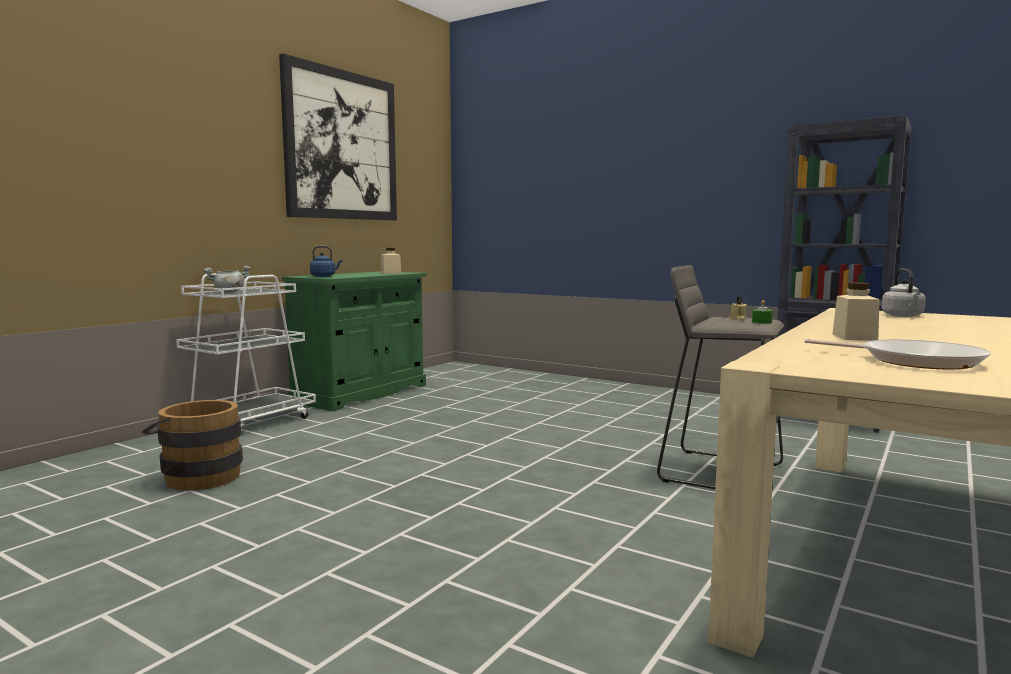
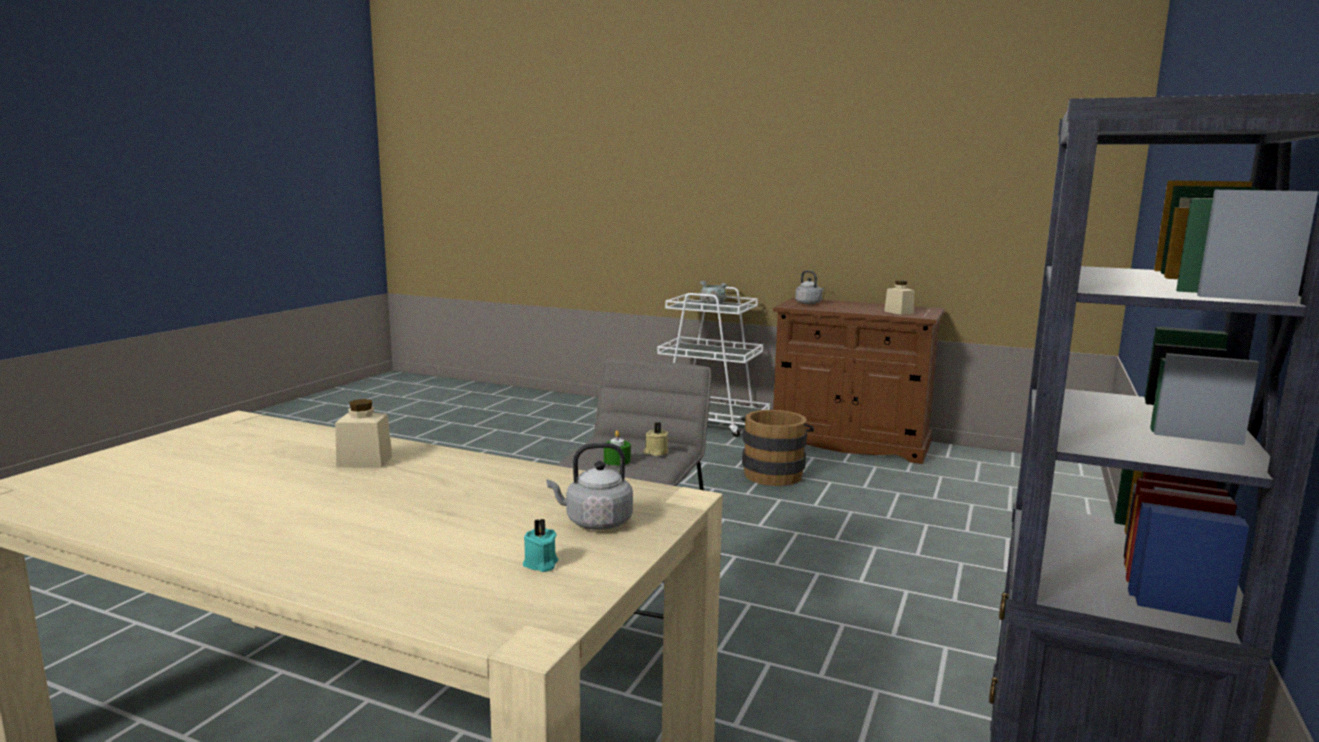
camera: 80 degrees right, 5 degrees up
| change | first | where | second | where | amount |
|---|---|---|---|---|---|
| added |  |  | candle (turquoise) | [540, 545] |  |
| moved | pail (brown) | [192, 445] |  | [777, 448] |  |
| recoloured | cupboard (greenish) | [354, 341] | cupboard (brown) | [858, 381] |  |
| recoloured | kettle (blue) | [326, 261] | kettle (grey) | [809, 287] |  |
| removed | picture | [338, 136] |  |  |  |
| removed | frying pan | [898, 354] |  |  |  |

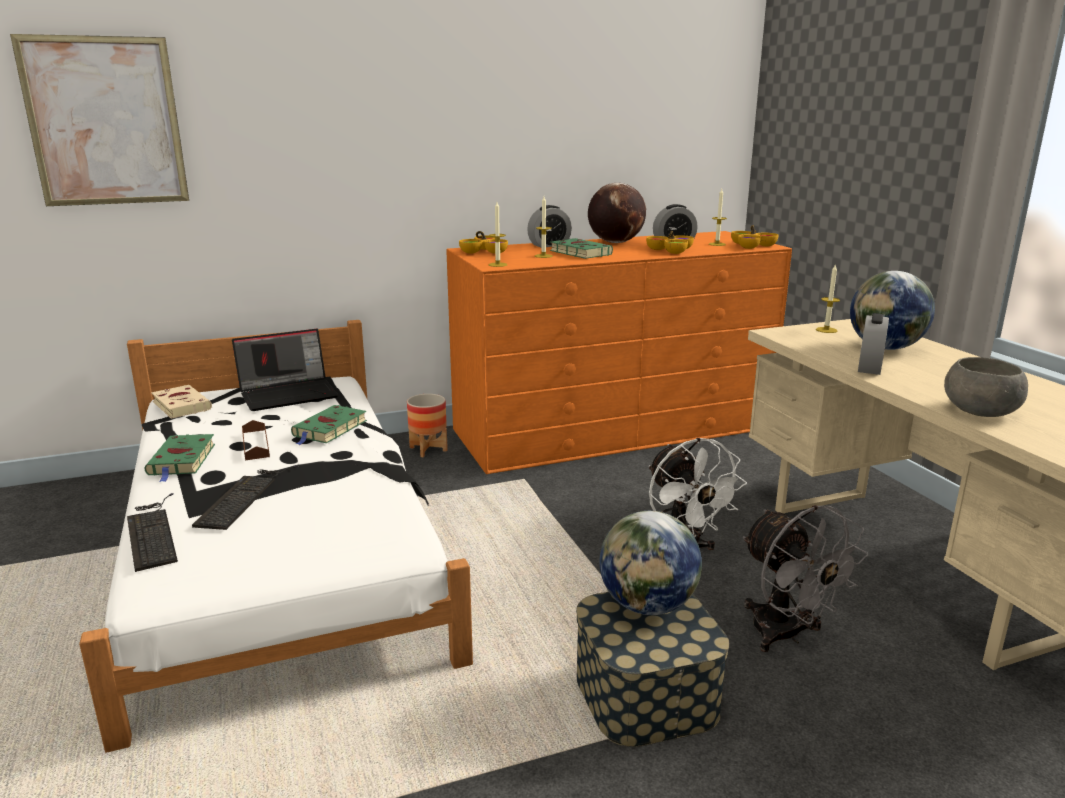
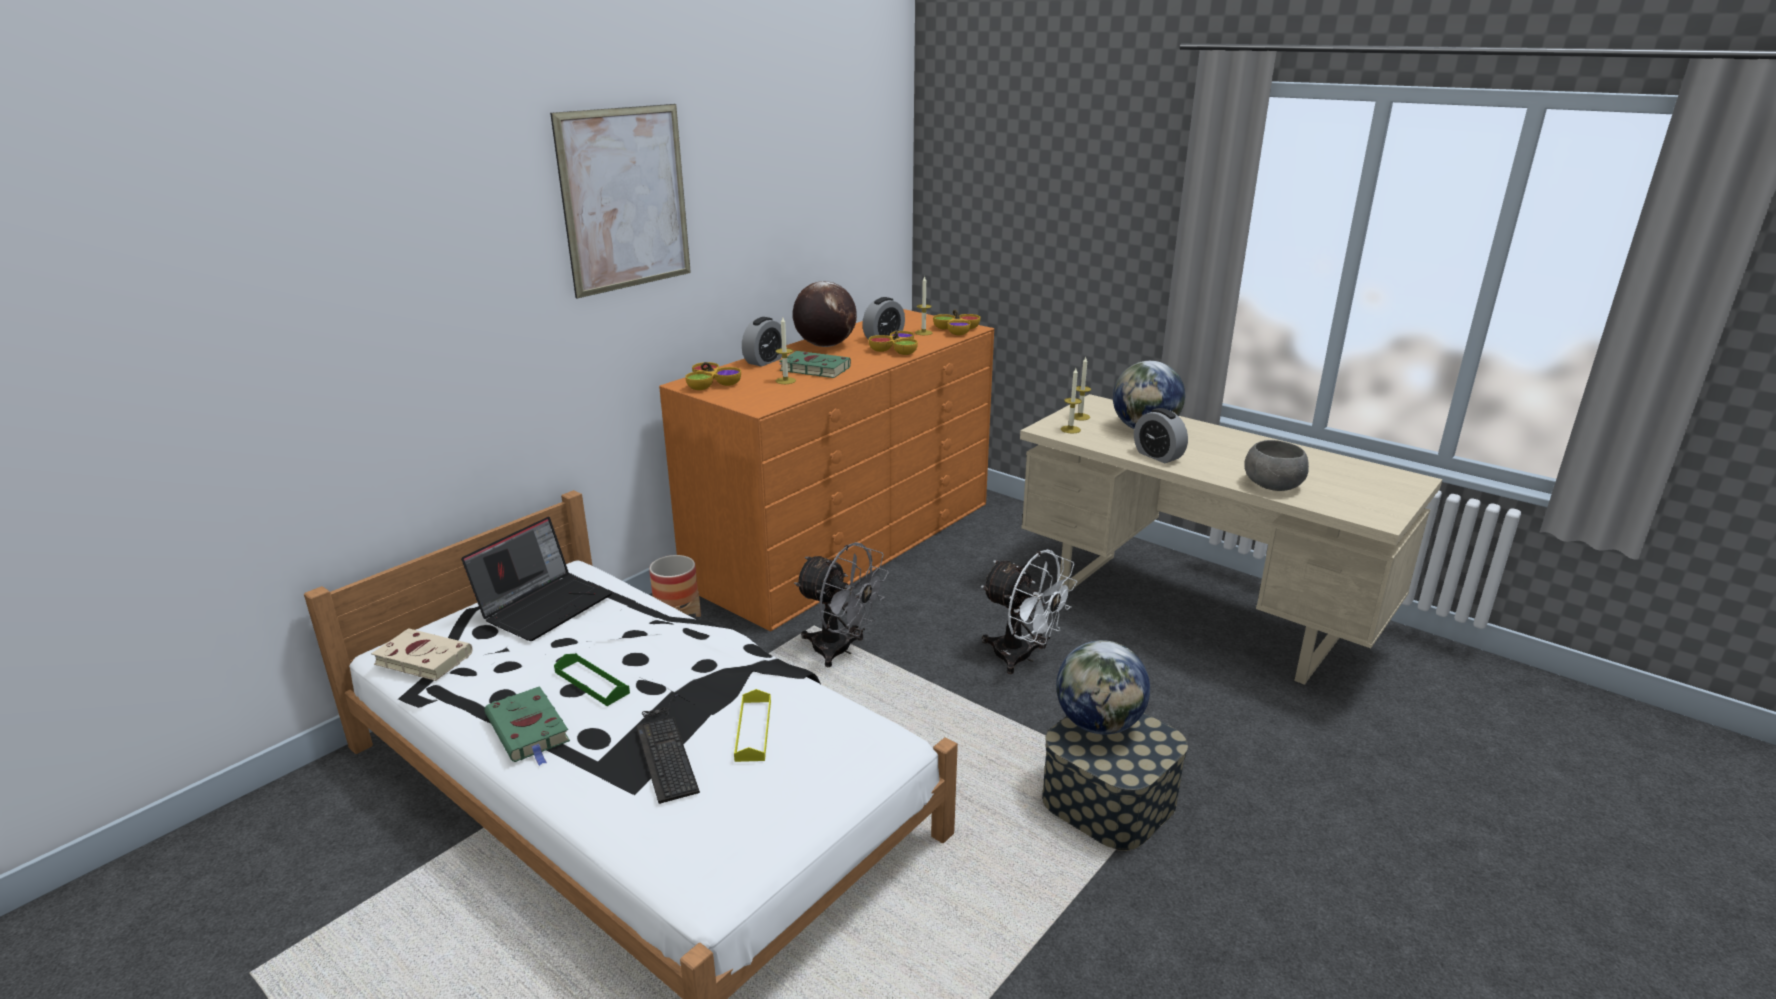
camera: 30 degrees left, 5 degrees up
| change | first | where | second | where | amount |
|---|---|---|---|---|---|
| moved | picture | [99, 120] |  | [620, 201] |  |
| recoloured | carrying tray (brown) | [256, 440] | carrying tray (greenish) | [592, 680] |  |
| added |  |  | carrying tray (yellow) | [752, 725] |  |
| moved | cooling fan (grey) | [805, 578] |  | [841, 604] |  |
| moved | candle | [497, 234] |  | [1071, 401] |  |
| turned | alarm clock | [873, 344] |  | [1161, 435] | 150 degrees clockwise |
| removed | keyboard | [152, 532] |  |  |  |
| removed | volume (greenish) | [329, 425] |  |  |  |

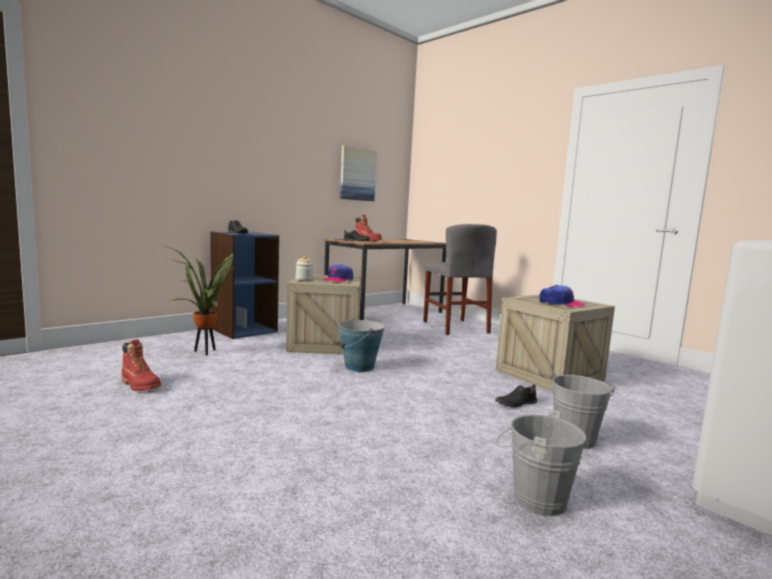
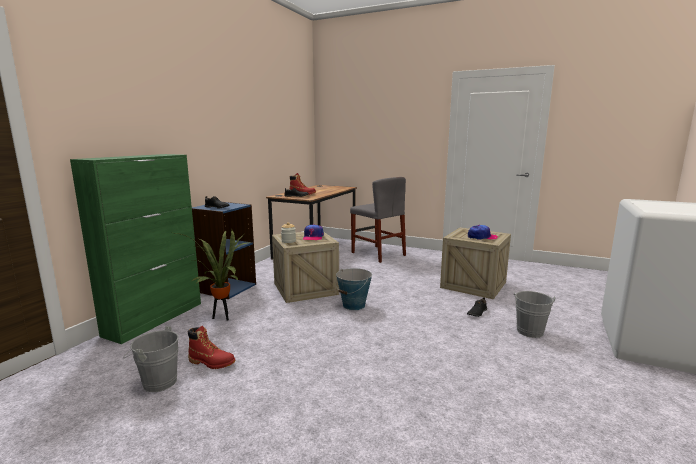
camera: 20 degrees left, 5 degrees up
| change | first | where | second | where | amount |
|---|---|---|---|---|---|
| added |  |  | cupboard (greenish) | [135, 249] |  |
| moved | pail (grey) | [541, 463] |  | [151, 359] |  |
| removed | picture | [358, 173] |  |  |  |

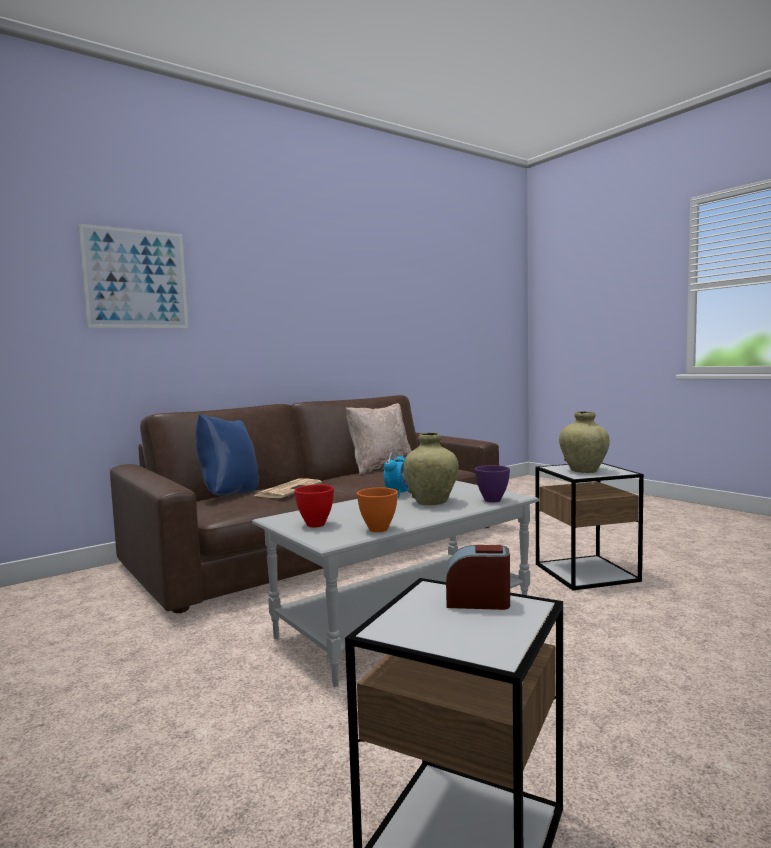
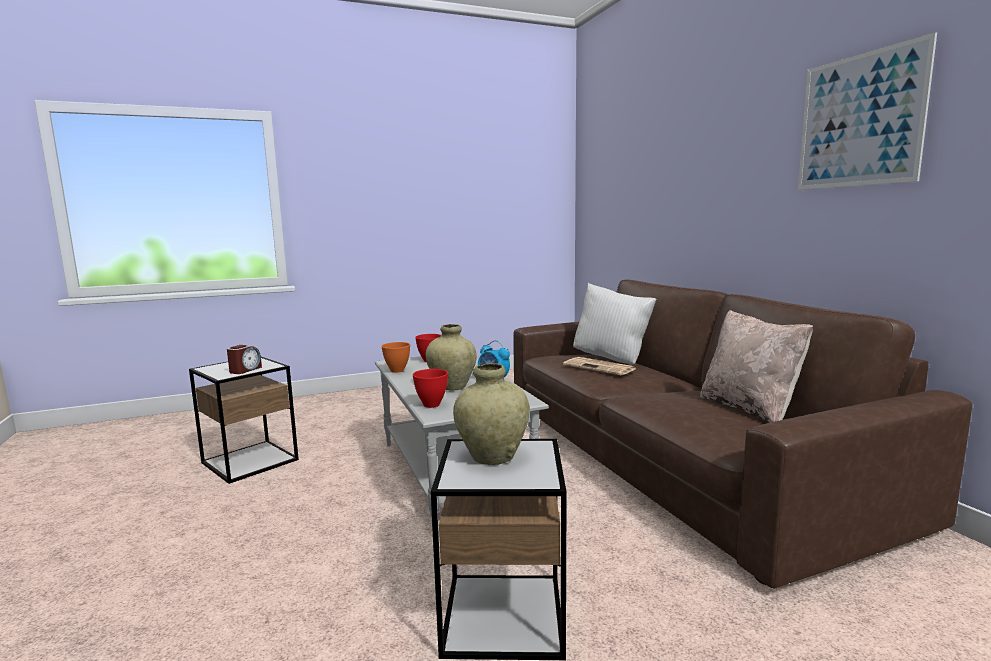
camera: 105 degrees right, 5 degrees up
| change | first | where | second | where | amount |
|---|---|---|---|---|---|
| recoloured | deep dish (purple-coloured) | [492, 483] | deep dish (reddish) | [430, 388] |  |
| recoloured | pillow (blue) | [227, 455] | pillow (white-coloured) | [615, 324] |  |
| moved | picture | [133, 276] |  | [867, 111] |  |

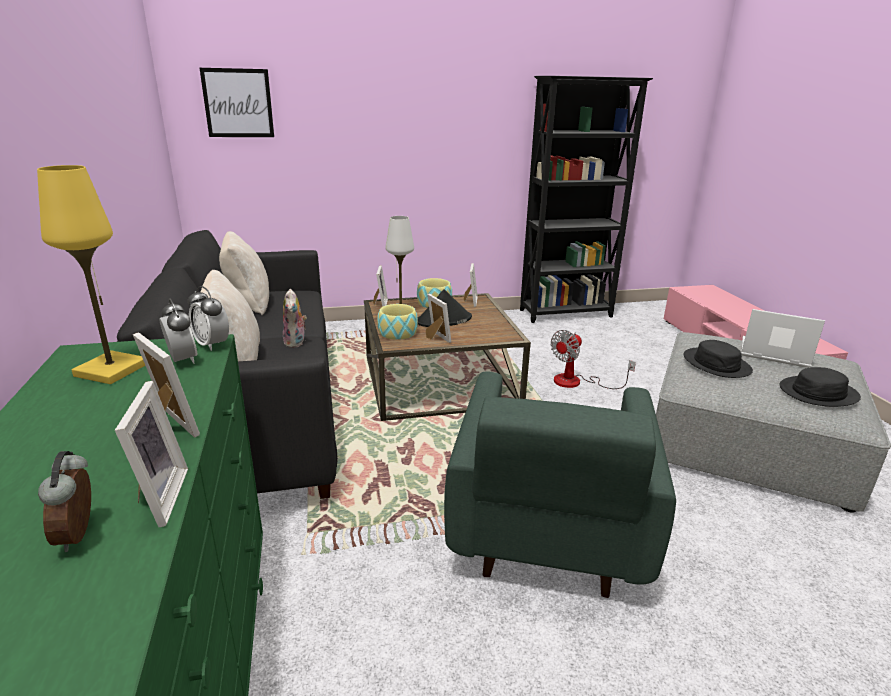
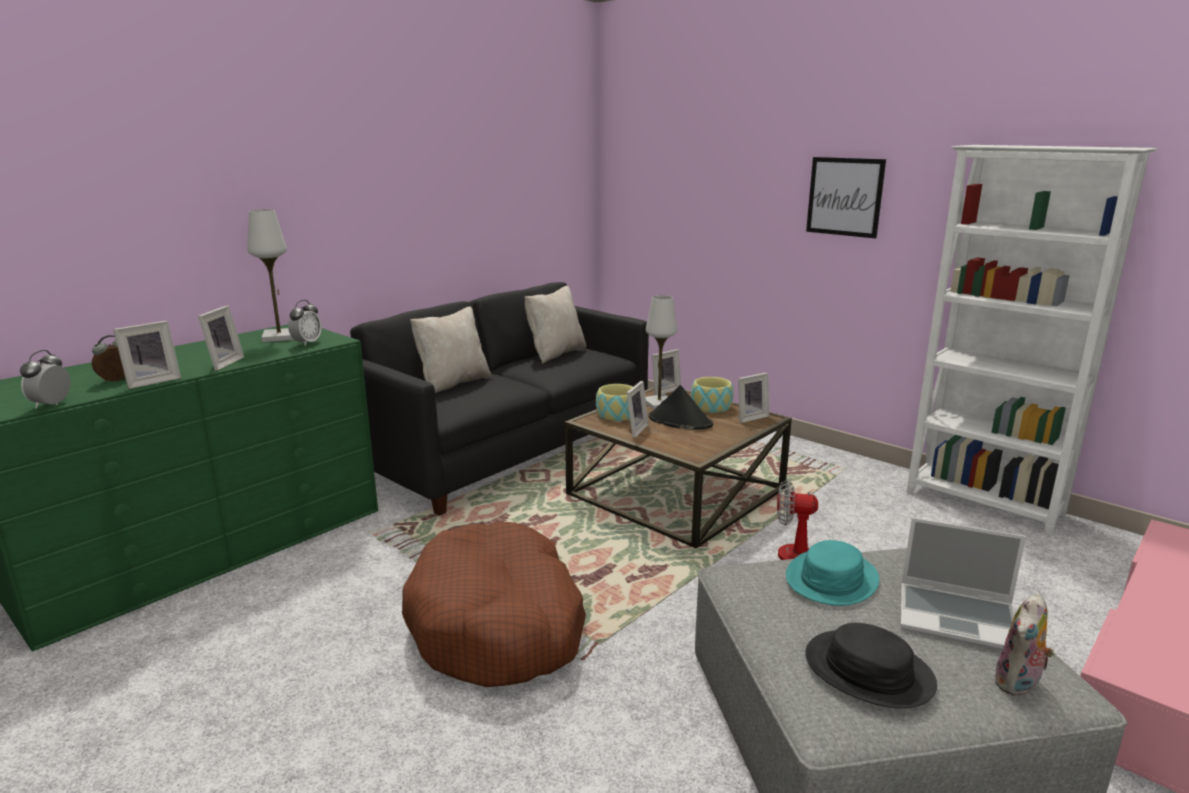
camera: 55 degrees right, 5 degrees down
| change | first | where | second | where | amount |
|---|---|---|---|---|---|
| moved | alarm clock | [208, 318] |  | [45, 379] |  |
| recoloured | tabletop lamp (yellow) | [91, 274] | tabletop lamp (white-coloured) | [270, 275] |  |
| replaced | lounge chair (greenish) | [560, 485] | dog bed (brown) | [494, 604] |  |
| recoloured | wearable hat (black) | [718, 359] | wearable hat (turquoise) | [832, 573] |  |
| moved | picture | [237, 102] |  | [846, 198] |  |
| turned | notebook computer | [783, 338] |  | [963, 584] | 120 degrees clockwise |
| recoloured | bookcase (black) | [586, 199] | bookcase (white-coloured) | [1031, 340] |  |
| moved | cuddly toy | [295, 318] |  | [1024, 644] |  |

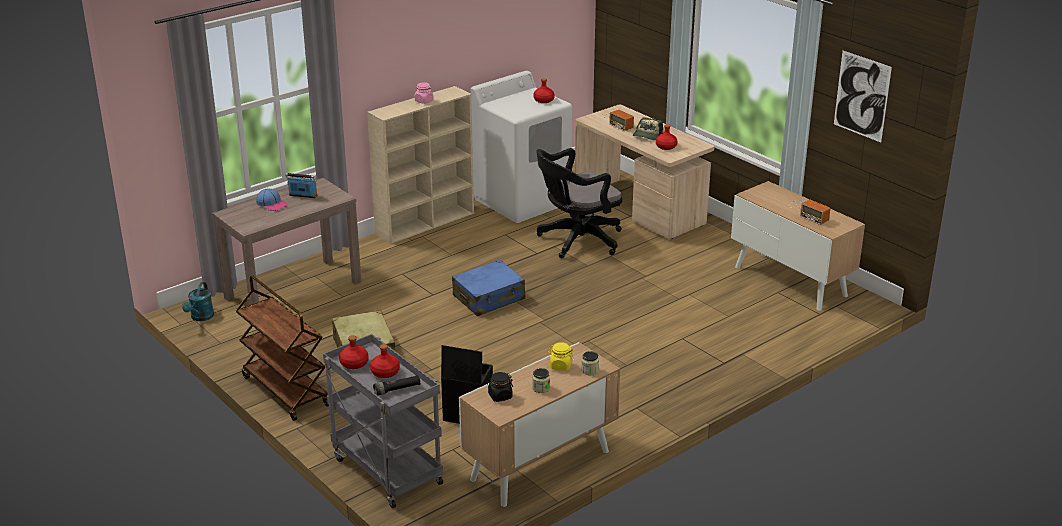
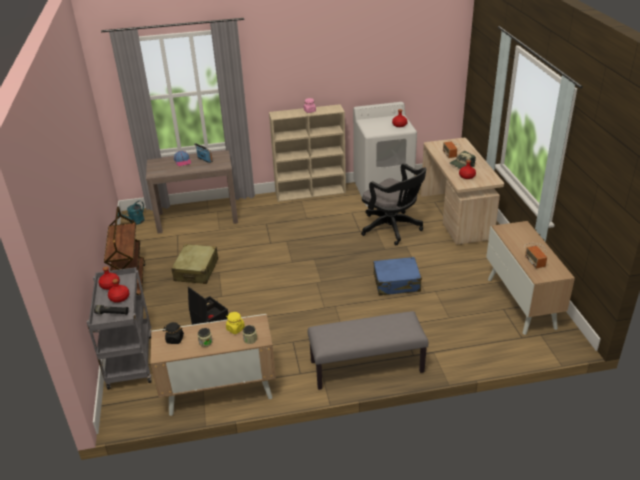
camera: 30 degrees right, 5 degrees up
| change | first | where | second | where | amount |
|---|---|---|---|---|---|
| added |  |  | bench (grey) | [368, 350] |  |
| turned | office chair (black) | [579, 203] |  | [393, 204] | 135 degrees counterclockwise |
| moved | travel case (blue) | [488, 288] |  | [398, 276] |  |
| removed | picture | [863, 96] |  |  |  |

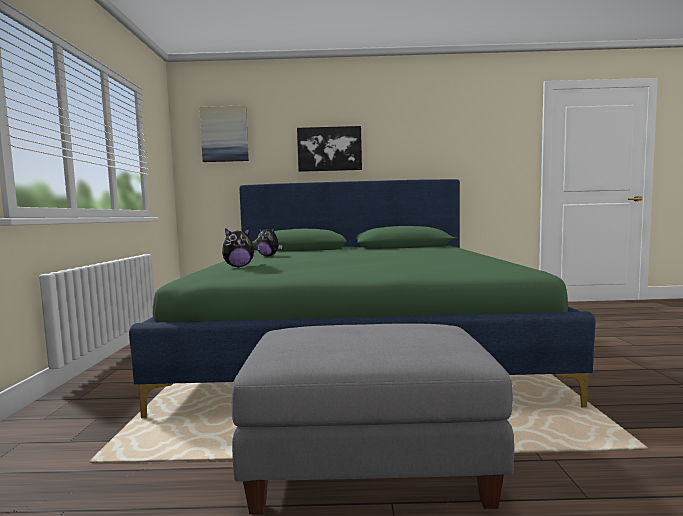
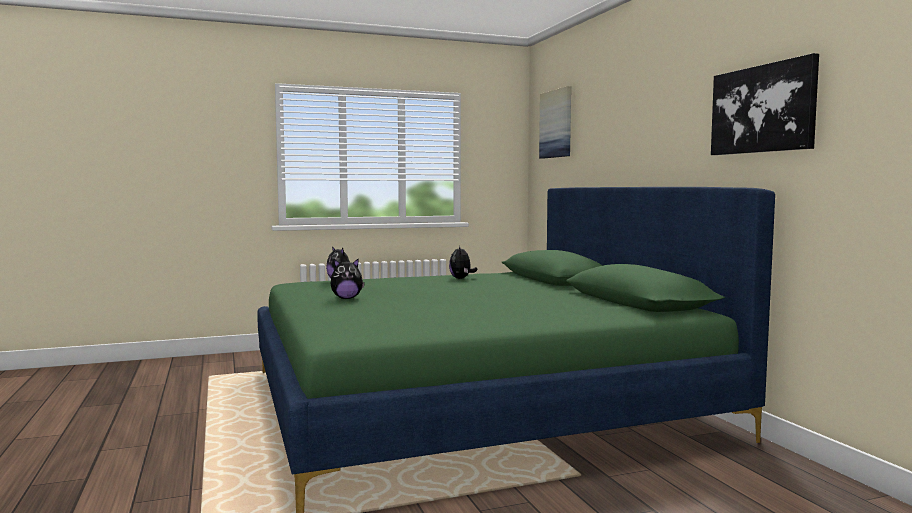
camera: 70 degrees right, 0 degrees up
| change | first | where | second | where | amount |
|---|---|---|---|---|---|
| added |  |  | cuddly toy | [347, 279] |  |
| moved | picture | [329, 149] |  | [765, 104] |  |
| removed | pouffe (grey) | [372, 418] |  |  |  |

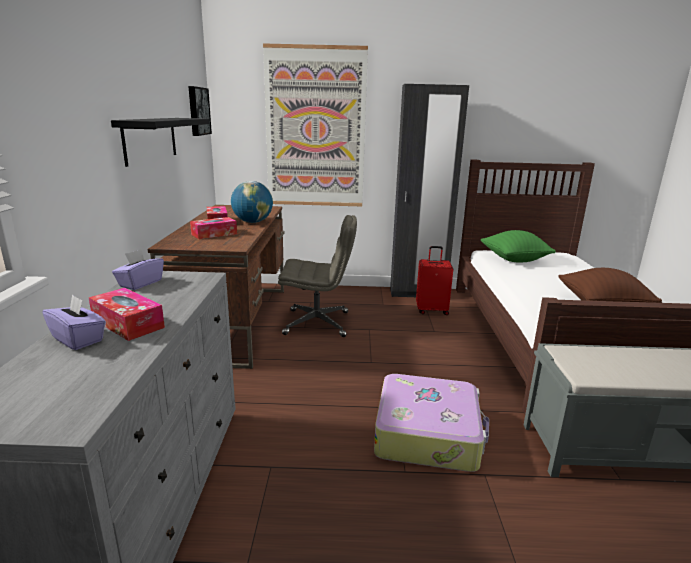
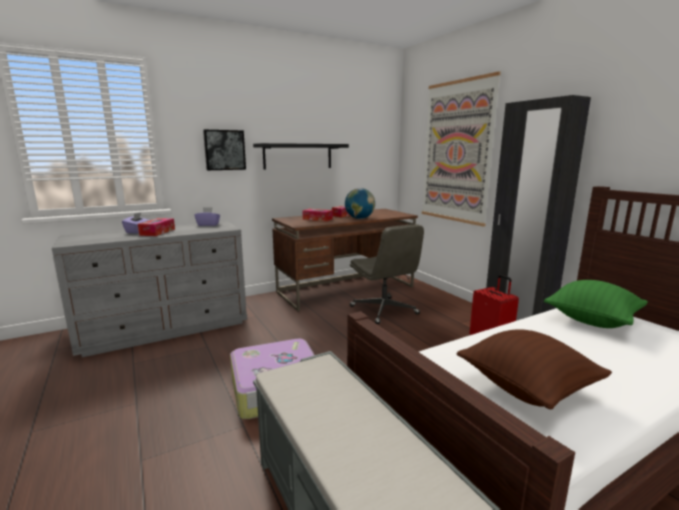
camera: 60 degrees right, 5 degrees down
| change | first | where | second | where | amount |
|---|---|---|---|---|---|
| moved | picture | [200, 111] |  | [224, 149] |  |

